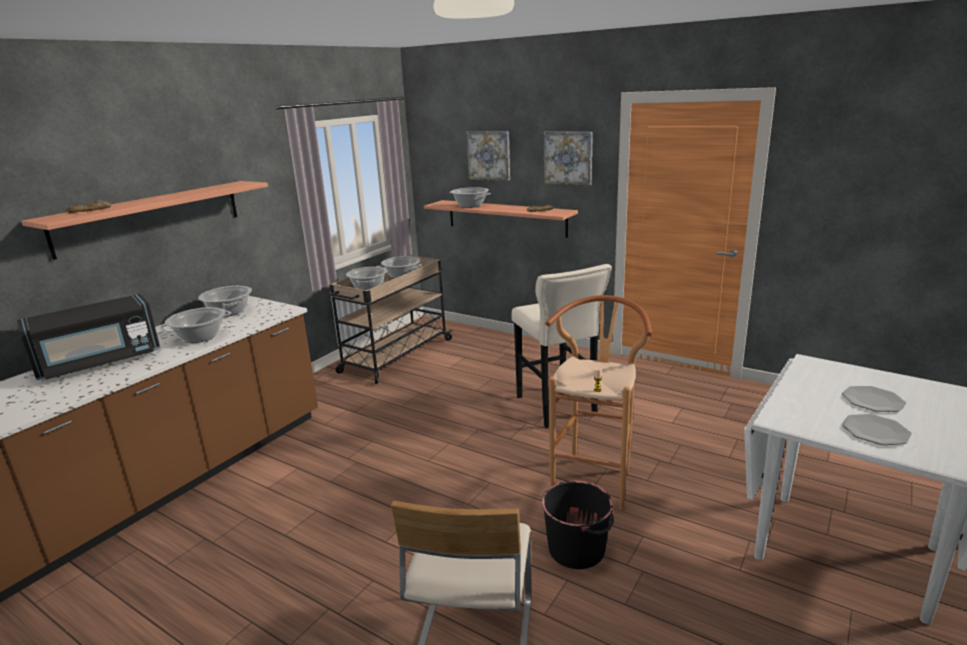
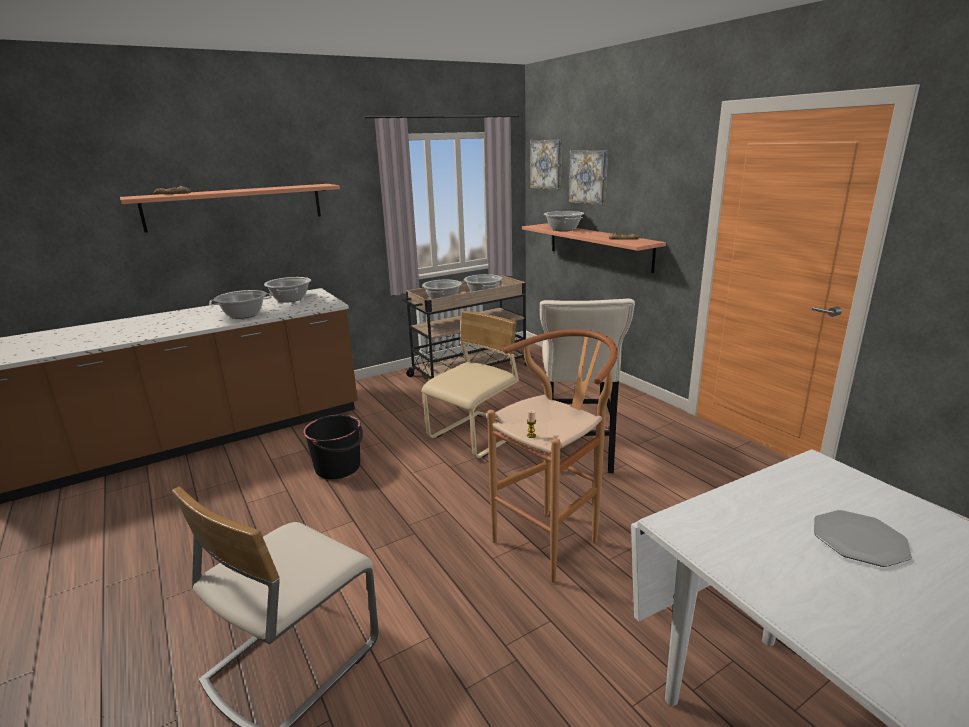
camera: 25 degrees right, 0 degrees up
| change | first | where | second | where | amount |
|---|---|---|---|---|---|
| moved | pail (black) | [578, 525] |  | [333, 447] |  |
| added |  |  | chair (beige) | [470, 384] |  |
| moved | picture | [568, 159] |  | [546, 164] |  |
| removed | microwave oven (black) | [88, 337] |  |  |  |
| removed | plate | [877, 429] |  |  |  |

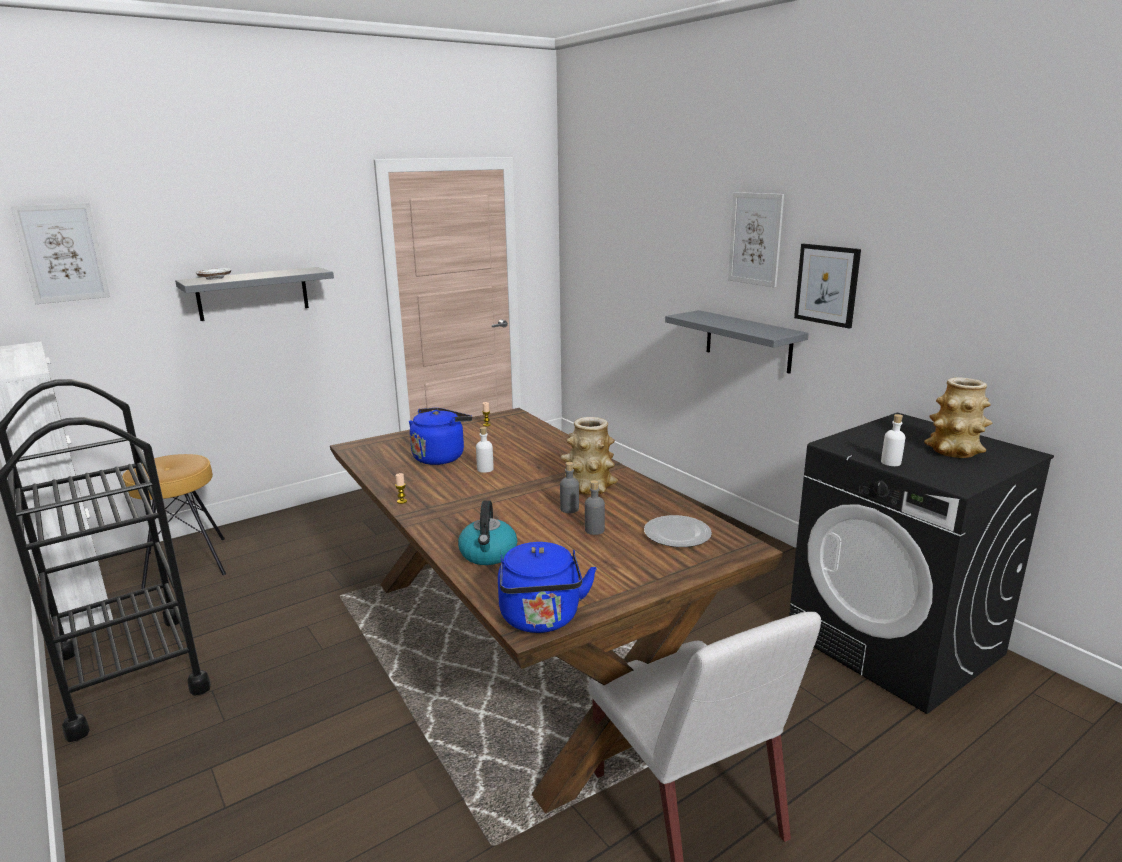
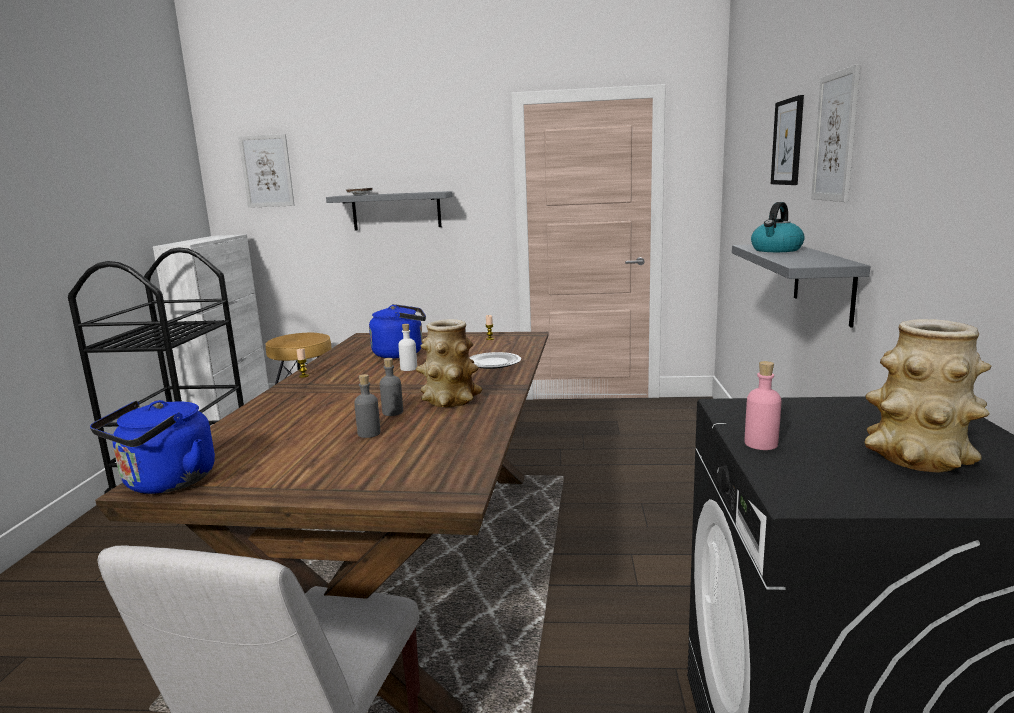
camera: 40 degrees right, 5 degrees down
| change | first | where | second | where | amount |
|---|---|---|---|---|---|
| moved | plate | [678, 531] |  | [495, 360] |  |
| recoloured | drink bottle (white-coloured) | [893, 440] | drink bottle (pink) | [763, 405] |  |
| moved | kettle | [487, 532] |  | [778, 227] |  |
| moved | picture | [827, 286] |  | [787, 140] |  |

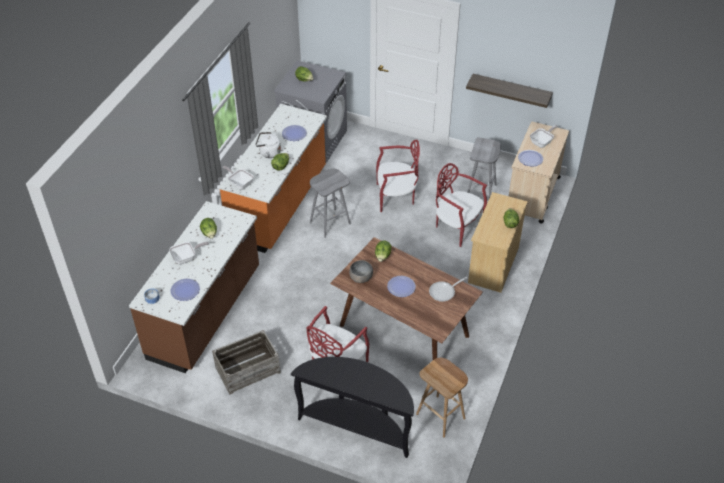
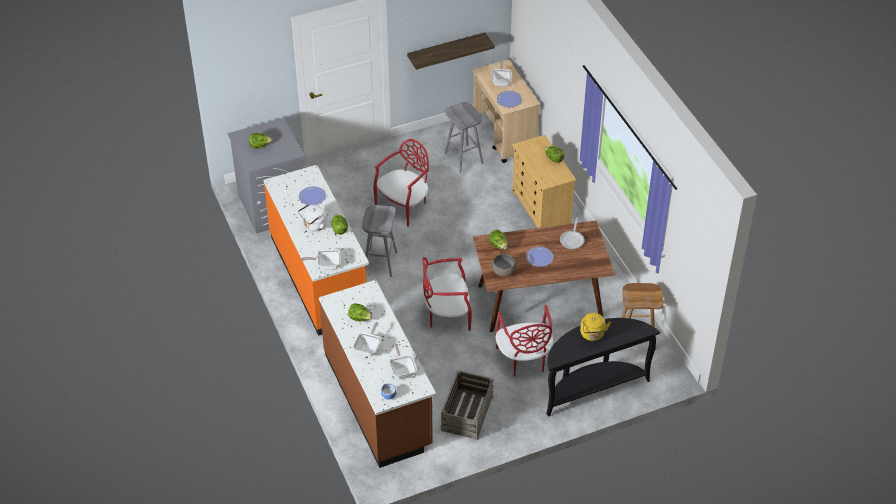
camera: 45 degrees left, 0 degrees up
| change | first | where | second | where | amount |
|---|---|---|---|---|---|
| replaced | plate | [185, 290] | frying pan | [403, 361] |  |
| moved | chair (reddish) | [461, 205] |  | [447, 294] |  |
| added |  |  | kettle (yellow) | [595, 327] |  |

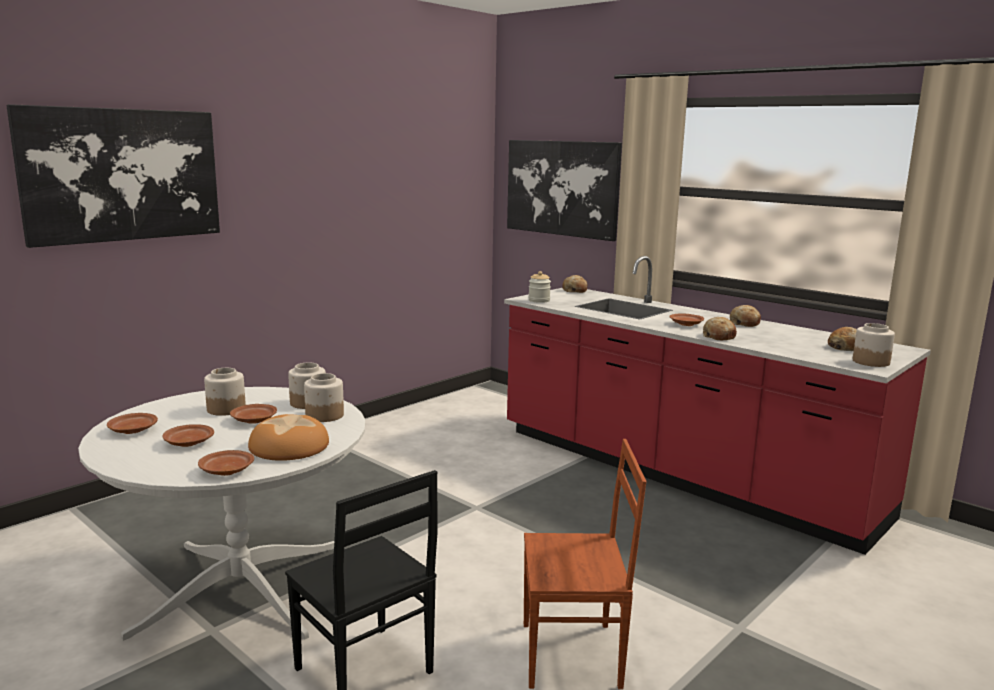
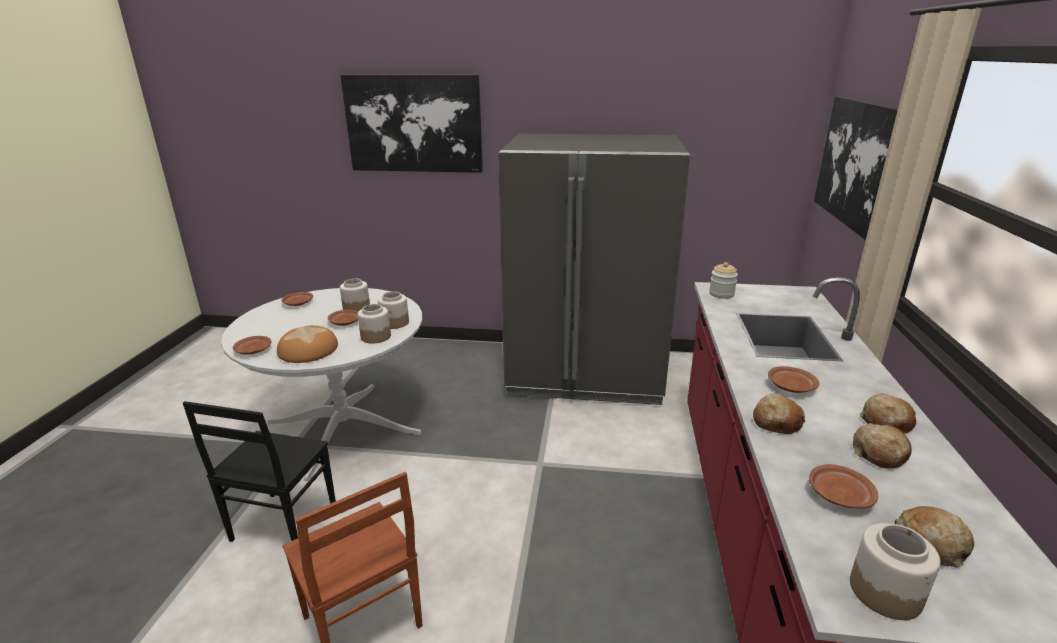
camera: 55 degrees right, 10 degrees up
| change | first | where | second | where | amount |
|---|---|---|---|---|---|
| added |  |  | refrigerator (grey) | [594, 269] |  |
| moved | plate (brown) | [188, 435] |  | [843, 486] |  |
| moved | baked bread | [574, 284] |  | [882, 446] |  |

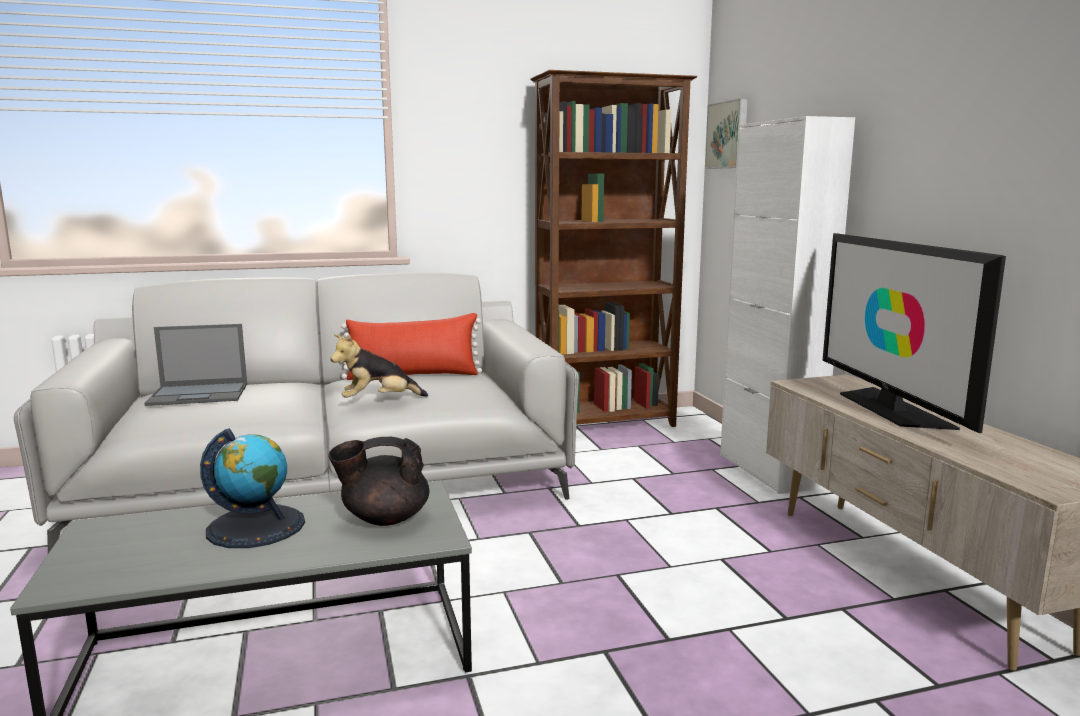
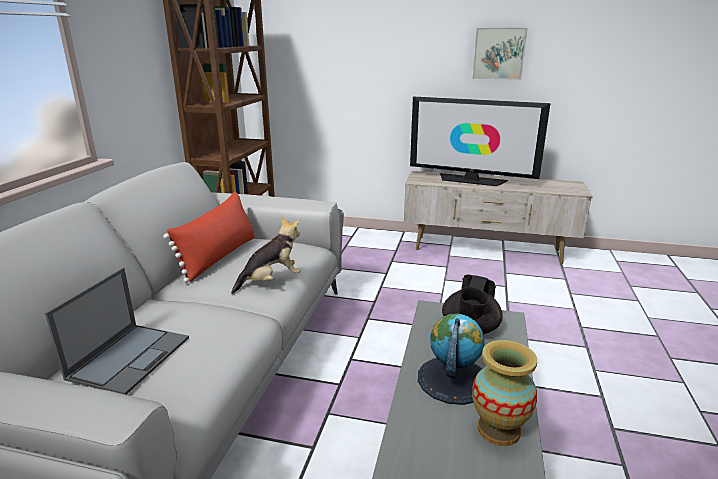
camera: 60 degrees left, 10 degrees up
| change | first | where | second | where | amount |
|---|---|---|---|---|---|
| turned | cuddly toy | [379, 366] |  | [266, 255] | 135 degrees counterclockwise |
| moved | picture | [726, 134] |  | [500, 54] |  |
| added |  |  | flower vase | [504, 393] |  |
| removed | cupboard (white-coloured) | [787, 305] |  |  |  |

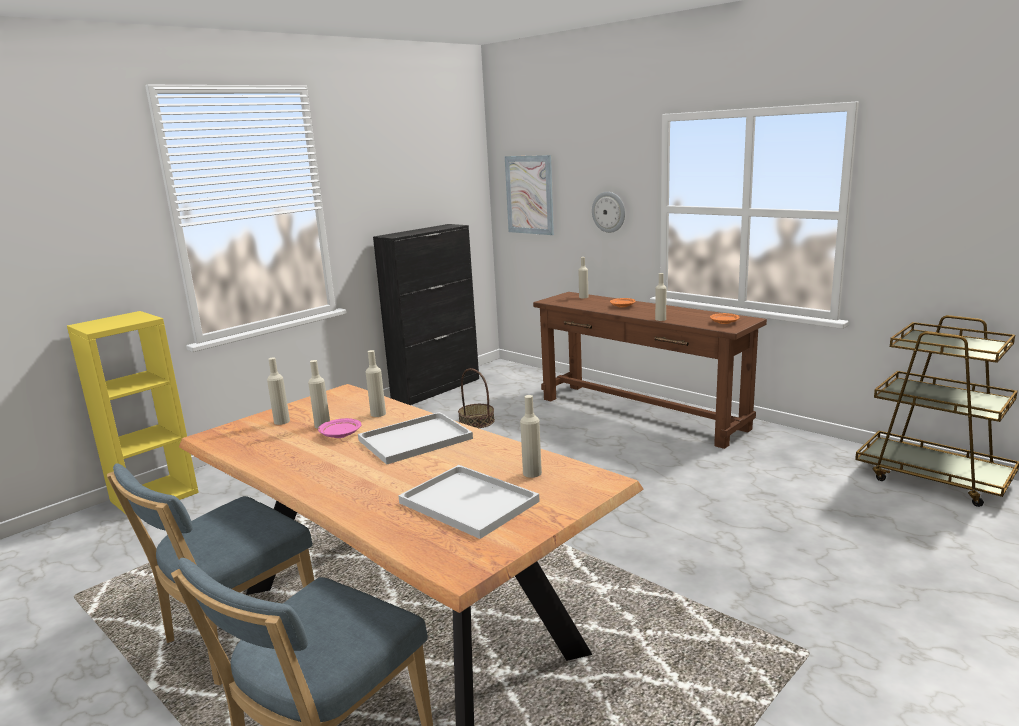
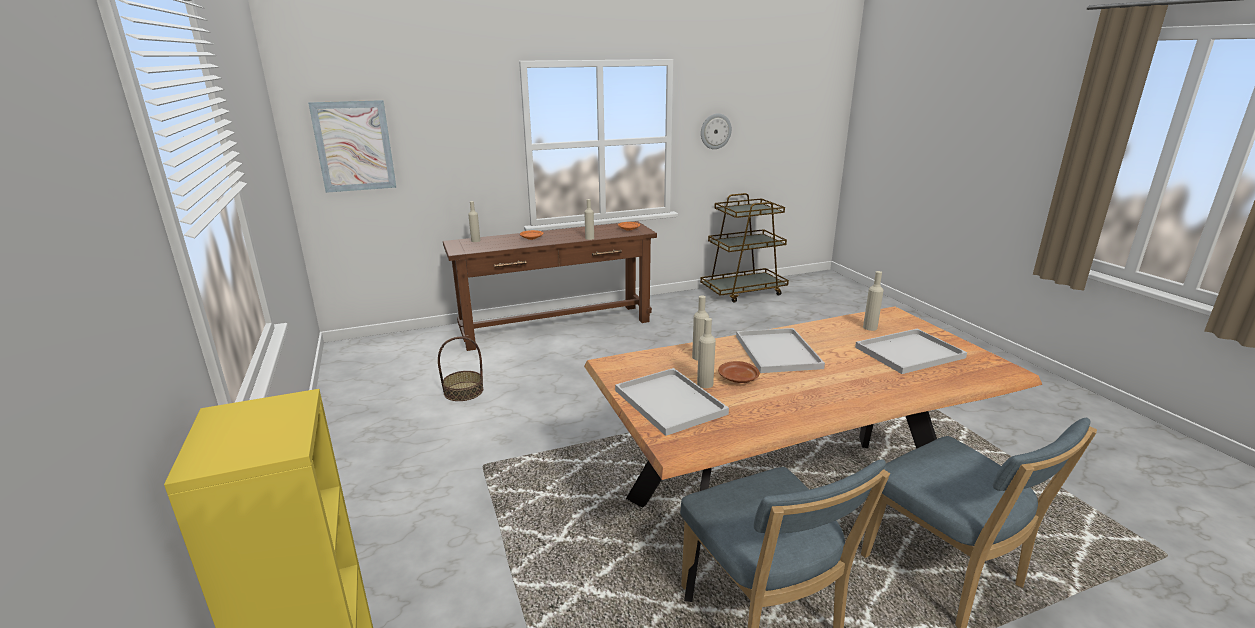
camera: 65 degrees left, 5 degrees up
| change | first | where | second | where | amount |
|---|---|---|---|---|---|
| replaced | drink bottle (beige) | [278, 391] | carrying tray (white-coloured) | [672, 402] |  |
| moved | wall clock | [608, 212] |  | [716, 131] |  |
| recoloured | plate (pink) | [340, 428] | plate (brown) | [739, 372] |  |
| removed | cupboard (black) | [426, 314] |  |  |  |

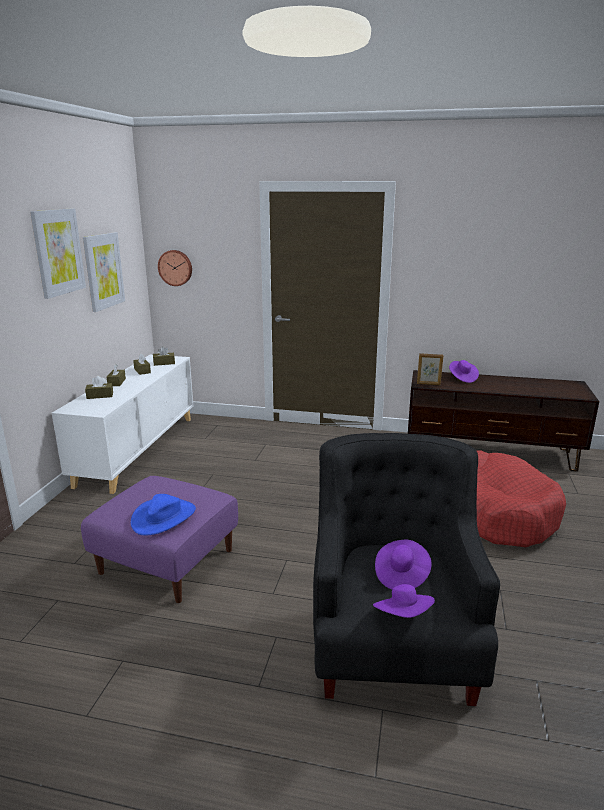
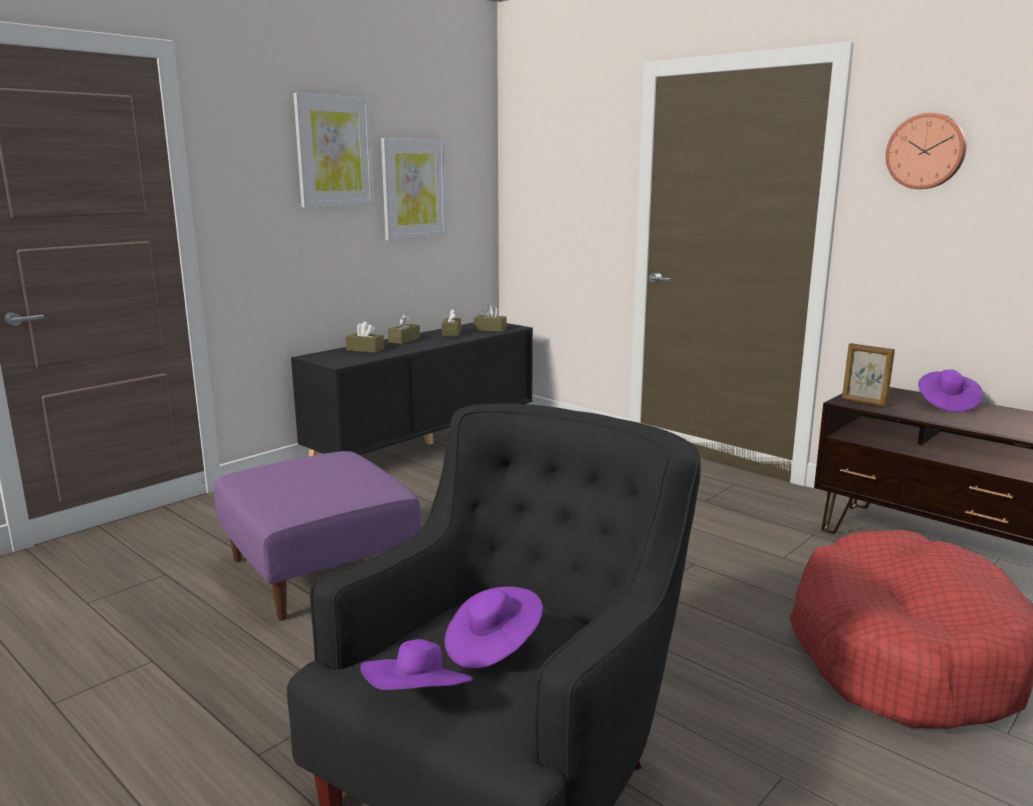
camera: 30 degrees right, 5 degrees down
| change | first | where | second | where | amount |
|---|---|---|---|---|---|
| recoloured | cupboard (white-coloured) | [122, 424] | cupboard (black) | [412, 389] |  |
| moved | wall clock | [175, 268] |  | [926, 151] |  |
| removed | wearable hat (blue) | [163, 514] |  |  |  |

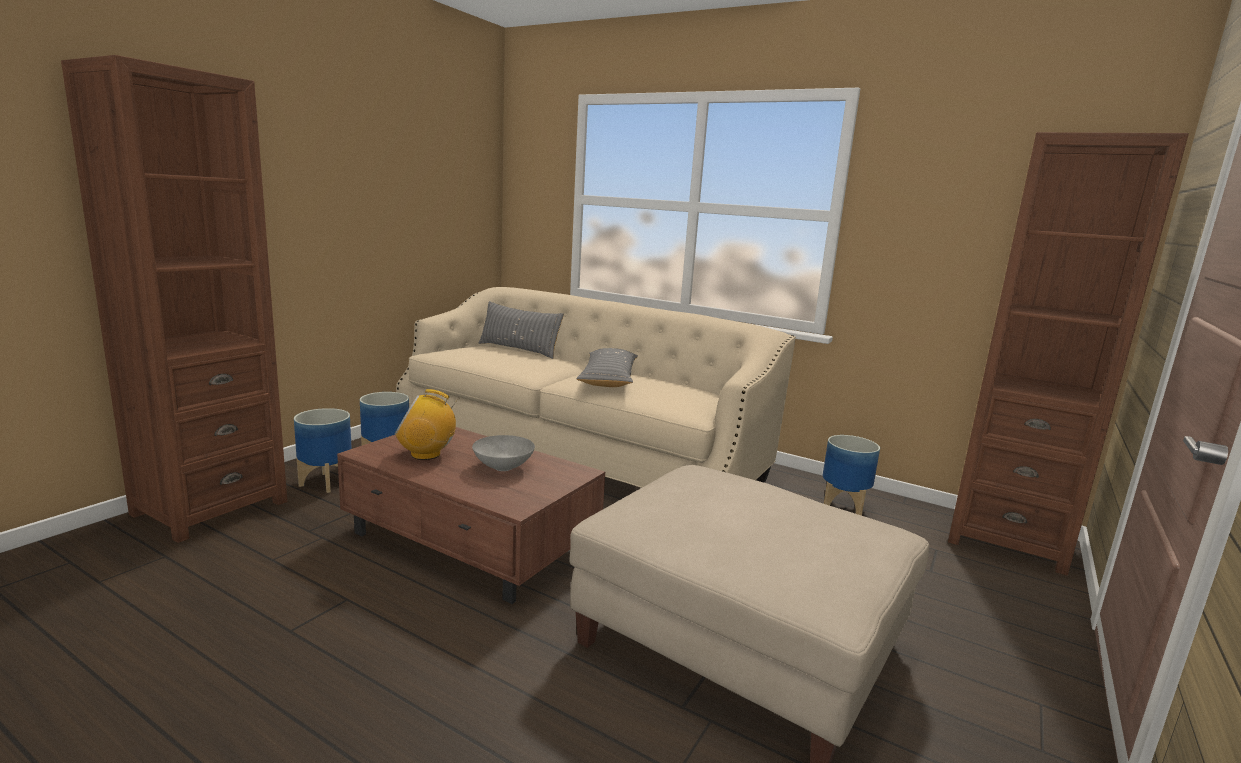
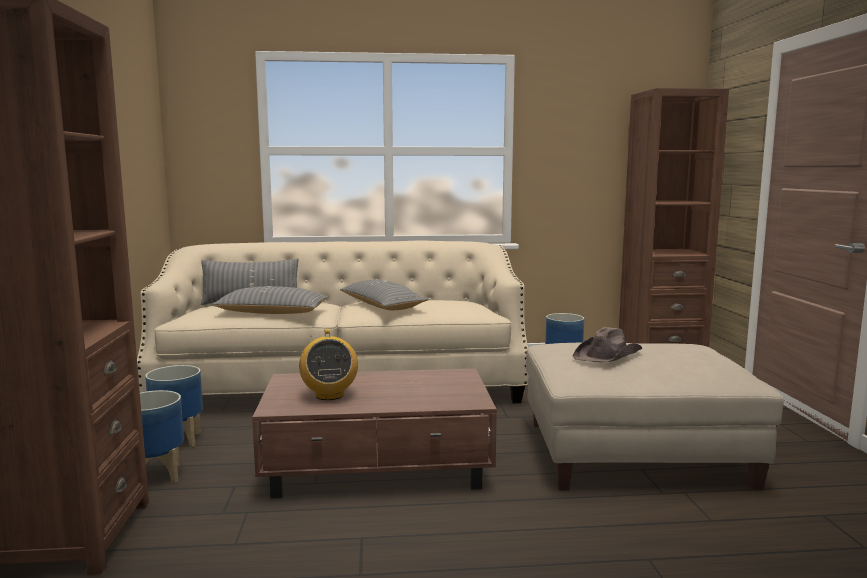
camera: 35 degrees left, 5 degrees down
| change | first | where | second | where | amount |
|---|---|---|---|---|---|
| added |  |  | pillow (grey) | [270, 300] |  |
| turned | radio set | [427, 424] |  | [328, 364] | 60 degrees counterclockwise |
| added |  |  | wearable hat (brown) | [607, 344] |  |
| removed | deep dish (grey) | [503, 453] |  |  |  |

